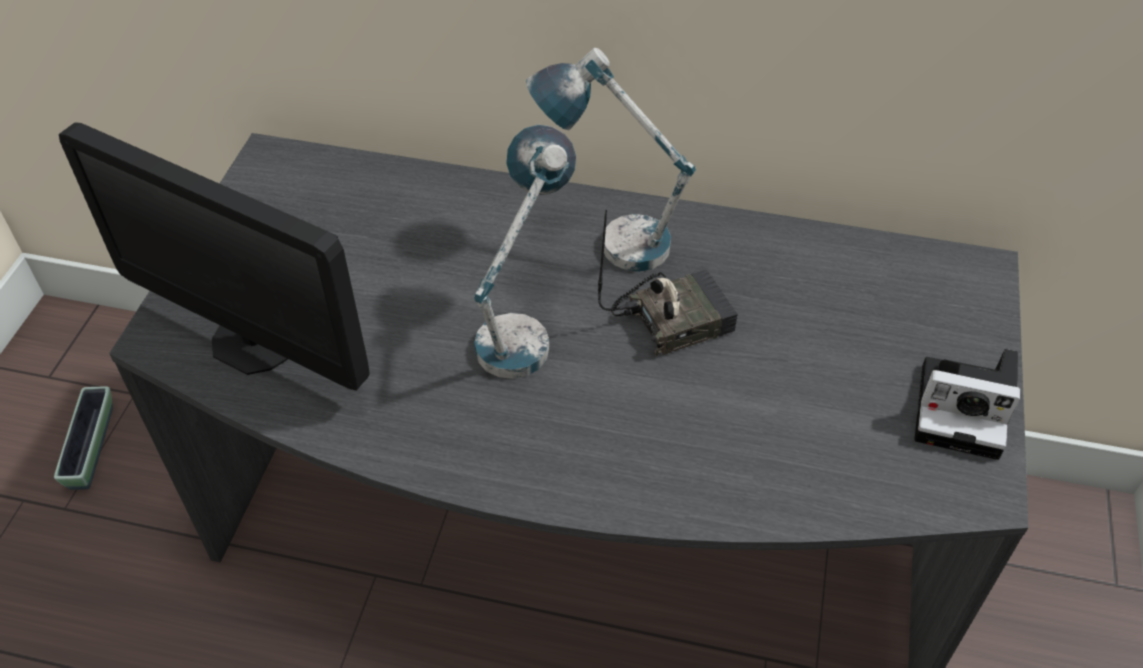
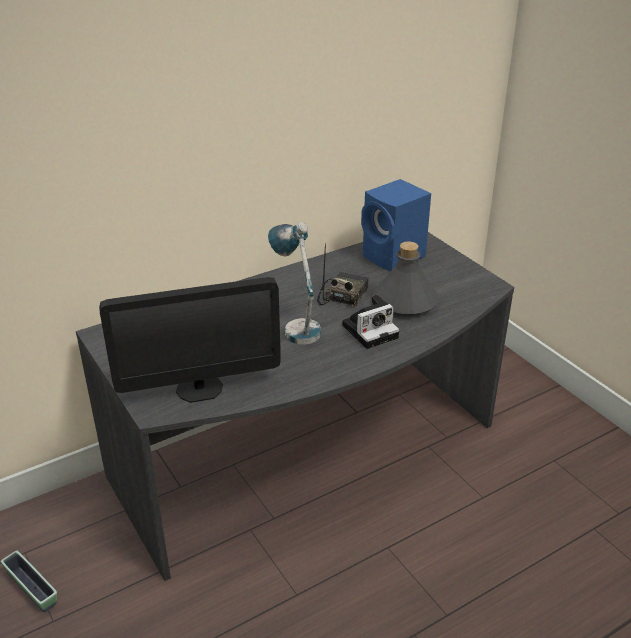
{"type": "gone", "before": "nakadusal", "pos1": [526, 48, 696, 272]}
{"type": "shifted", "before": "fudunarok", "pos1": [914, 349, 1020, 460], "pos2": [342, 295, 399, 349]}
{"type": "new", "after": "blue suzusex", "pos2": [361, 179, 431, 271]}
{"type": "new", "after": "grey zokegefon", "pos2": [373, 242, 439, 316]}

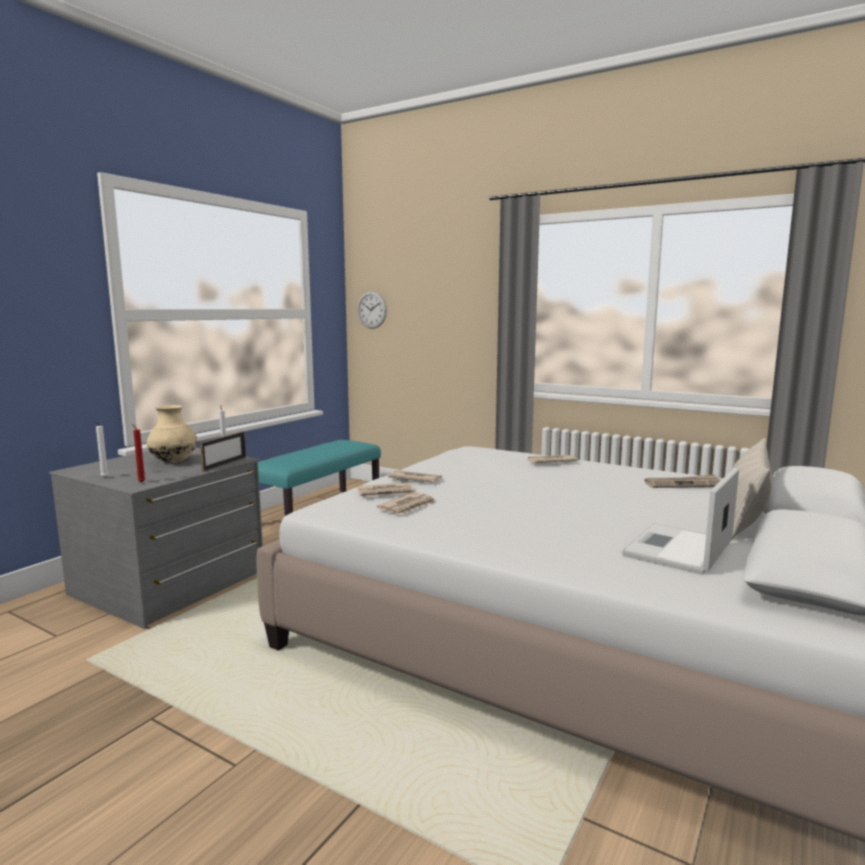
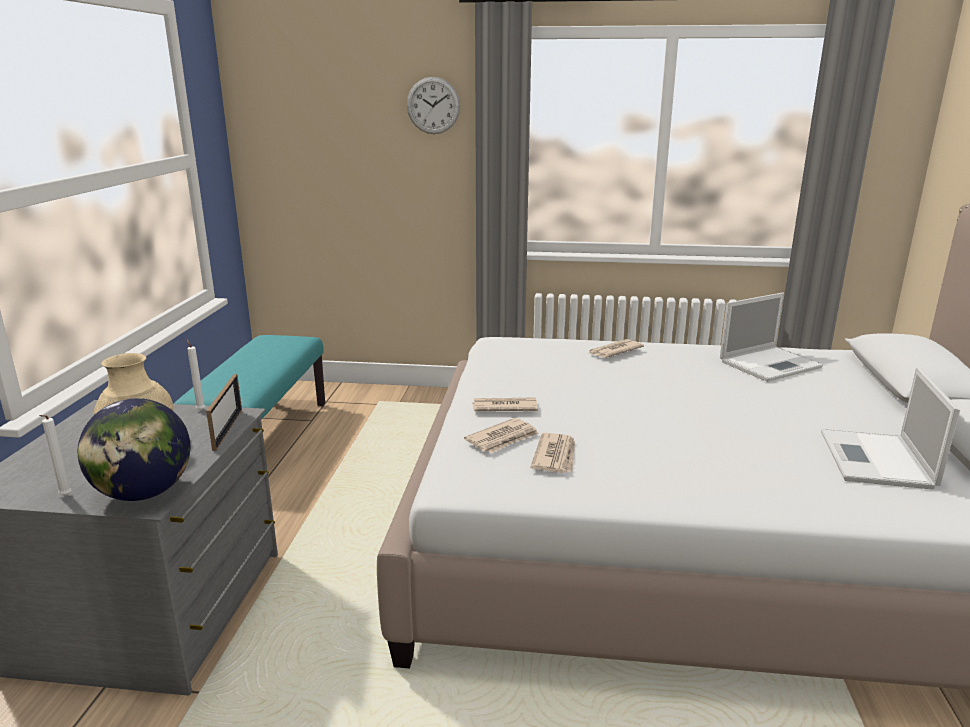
{"type": "shifted", "before": "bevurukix", "pos1": [357, 291, 387, 329], "pos2": [407, 77, 460, 134]}
{"type": "swapped", "before": "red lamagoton", "after": "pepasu", "pos1": [131, 423, 145, 482], "pos2": [78, 398, 190, 501]}
{"type": "gone", "before": "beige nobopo", "pos1": [731, 438, 772, 539]}
{"type": "swapped", "before": "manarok", "after": "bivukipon", "pos1": [644, 474, 721, 488], "pos2": [720, 293, 823, 382]}

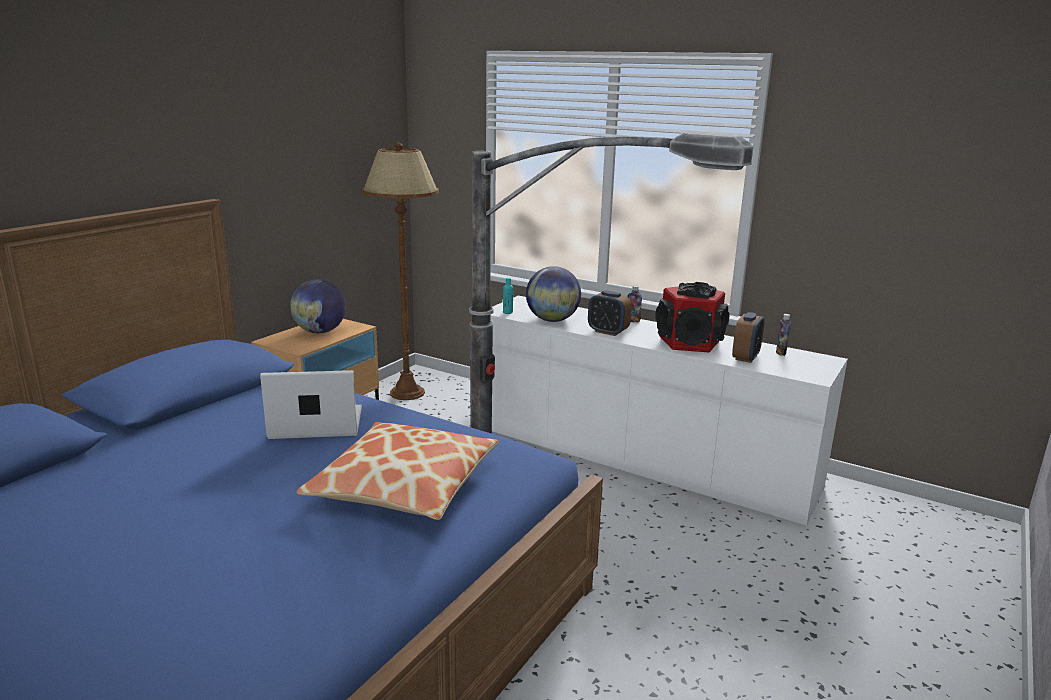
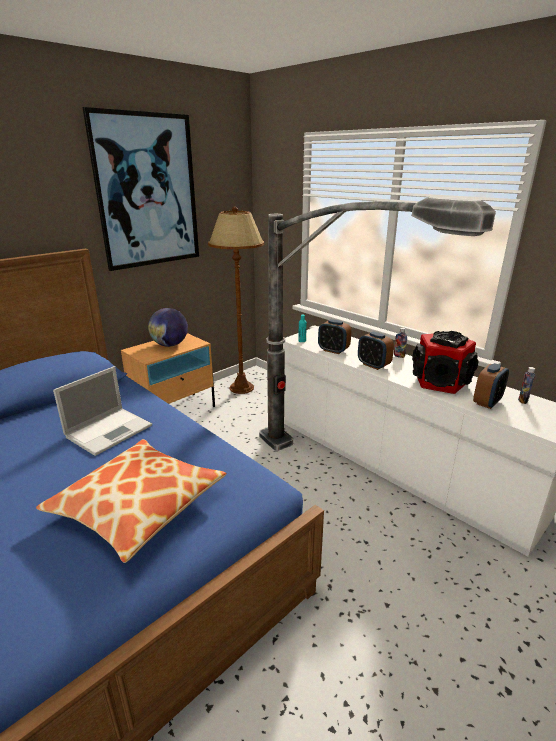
{"type": "swapped", "before": "pepasu", "after": "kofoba", "pos1": [526, 266, 581, 322], "pos2": [318, 319, 351, 354]}
{"type": "rotated", "before": "bivukipon", "pos1": [260, 370, 362, 439], "pos2": [53, 366, 152, 456], "turn": 120}
{"type": "new", "after": "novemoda", "pos2": [83, 107, 199, 271]}

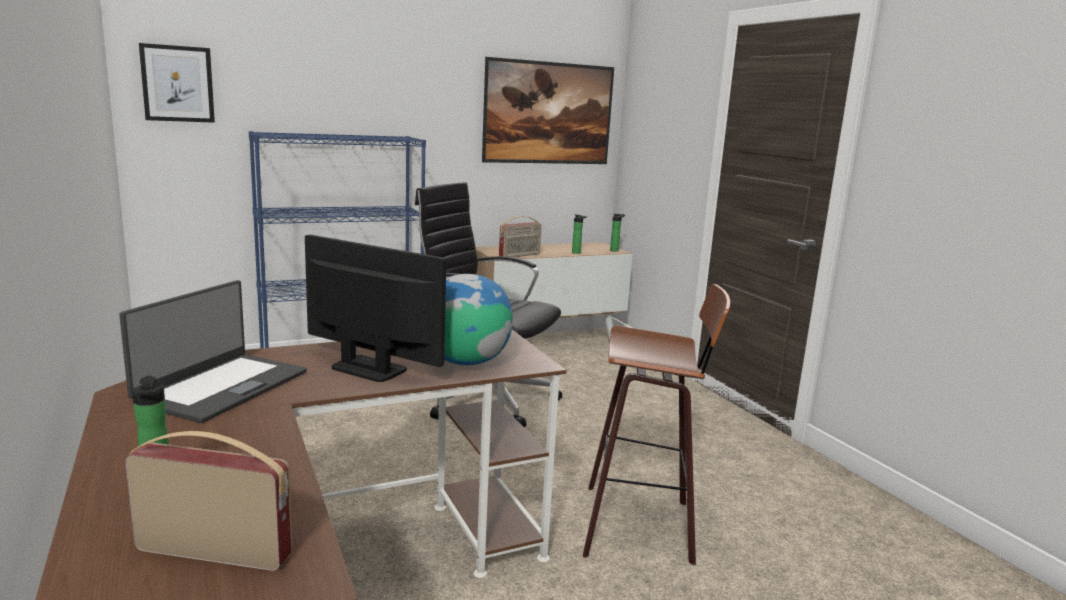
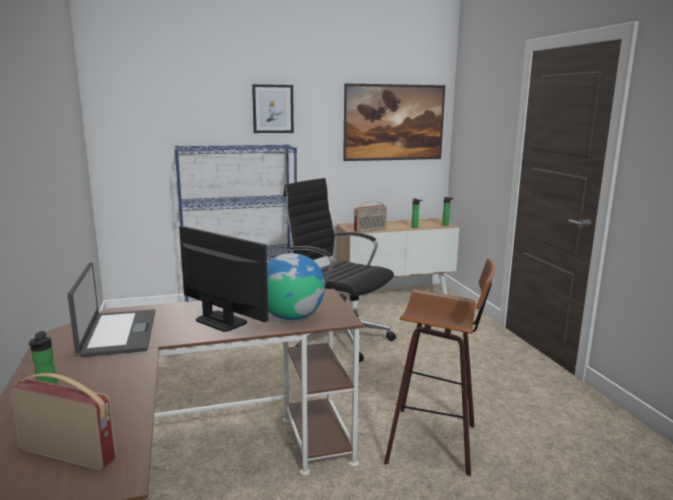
{"type": "shifted", "before": "novemoda", "pos1": [139, 43, 215, 123], "pos2": [252, 84, 294, 133]}
{"type": "rotated", "before": "bivukipon", "pos1": [119, 280, 307, 423], "pos2": [68, 262, 155, 357], "turn": -45}

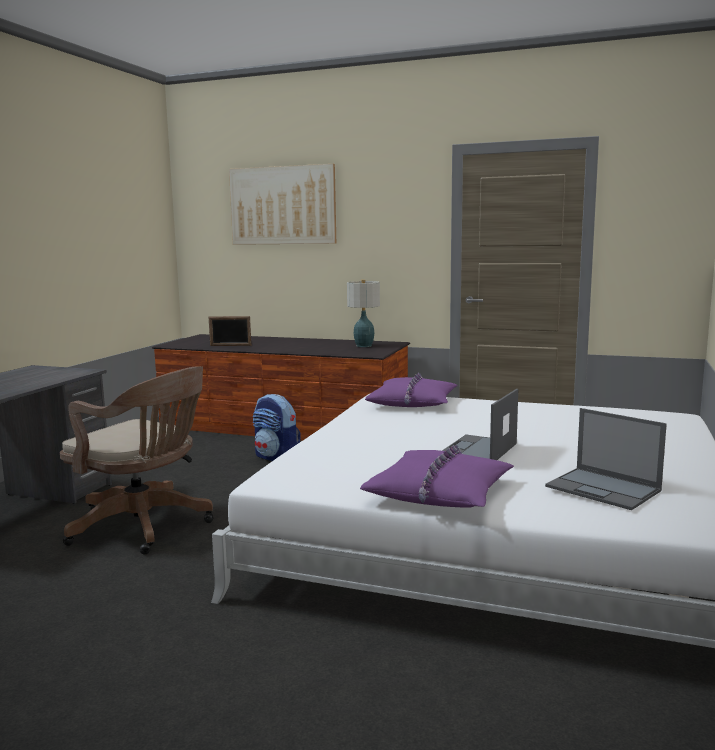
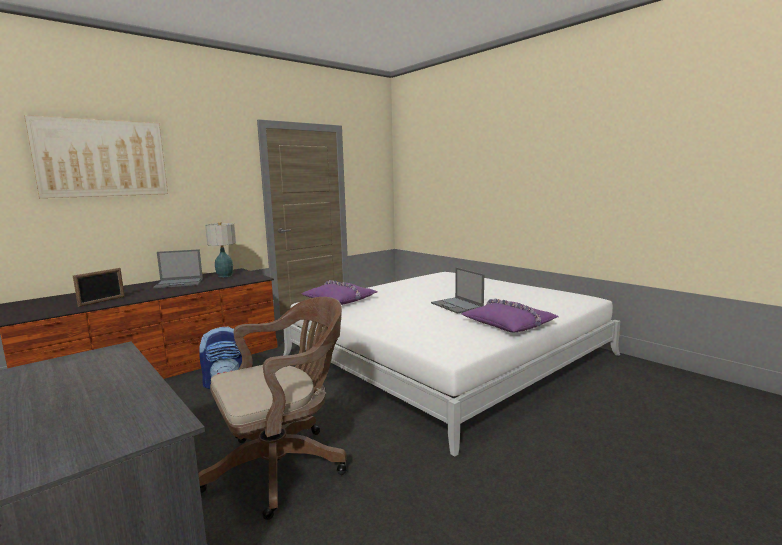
{"type": "shifted", "before": "bivukipon", "pos1": [545, 408, 667, 510], "pos2": [153, 249, 203, 288]}

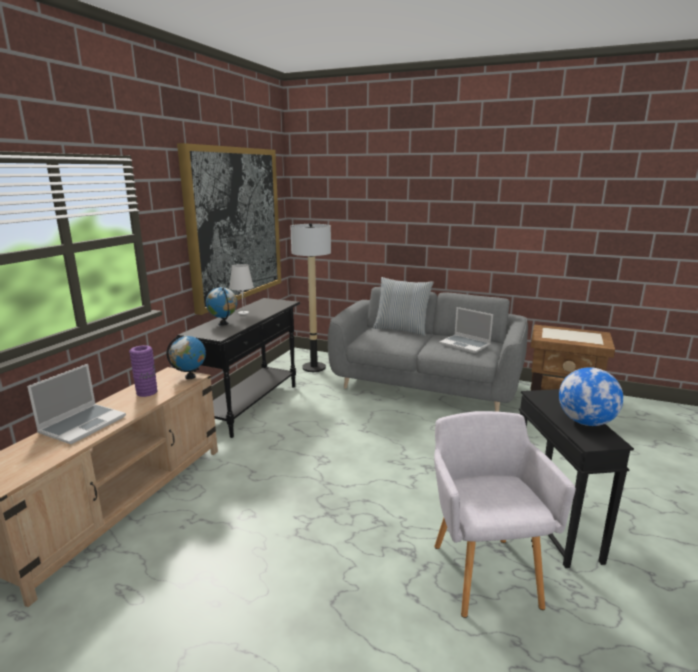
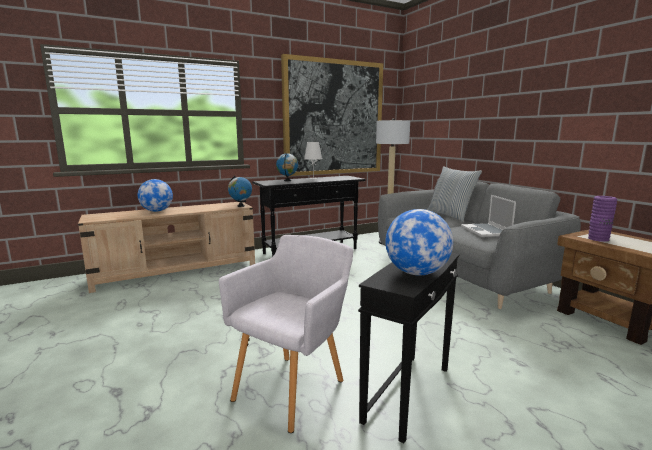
{"type": "shifted", "before": "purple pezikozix", "pos1": [129, 345, 157, 397], "pos2": [588, 196, 618, 242]}
{"type": "swapped", "before": "bivukipon", "after": "pepasu", "pos1": [27, 364, 126, 444], "pos2": [138, 179, 173, 212]}

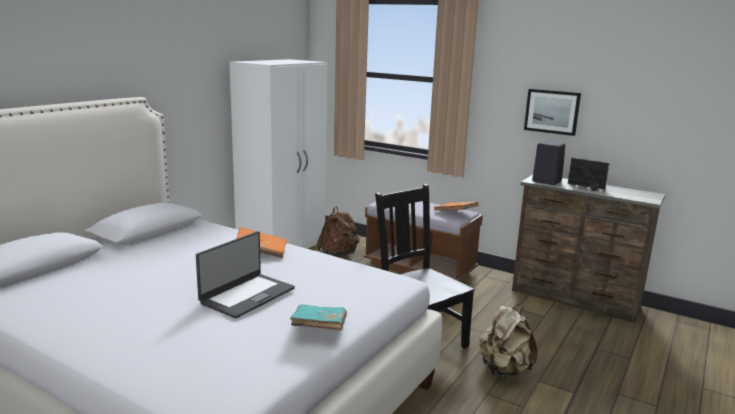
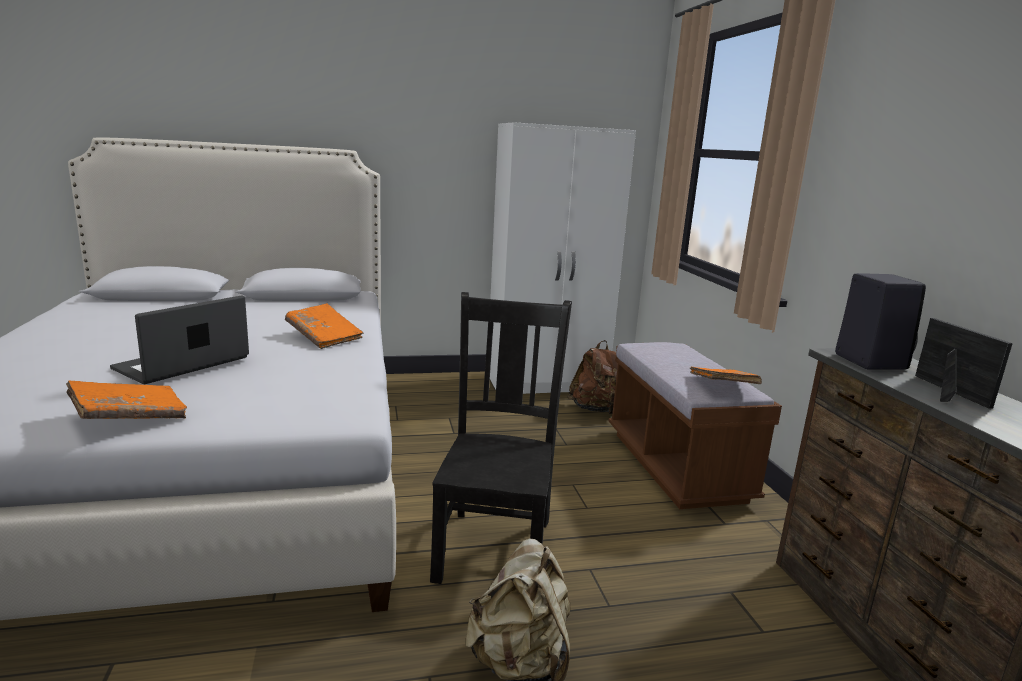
{"type": "gone", "before": "novemoda", "pos1": [524, 89, 581, 136]}
{"type": "rotated", "before": "bivukipon", "pos1": [196, 231, 295, 319], "pos2": [110, 295, 249, 384], "turn": 135}
{"type": "repainted", "before": "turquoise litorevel", "after": "orange litorevel", "pos1": [290, 304, 347, 330], "pos2": [66, 381, 187, 419]}

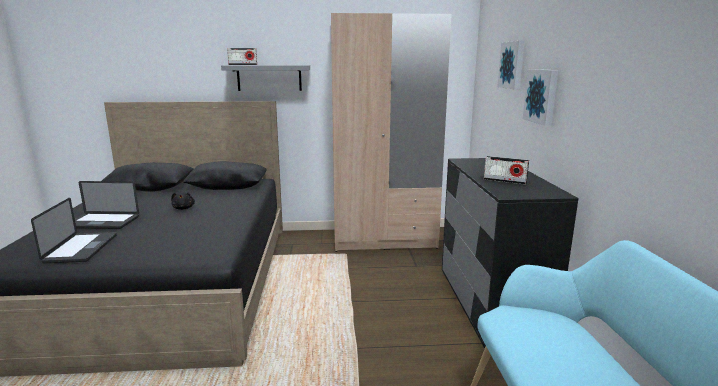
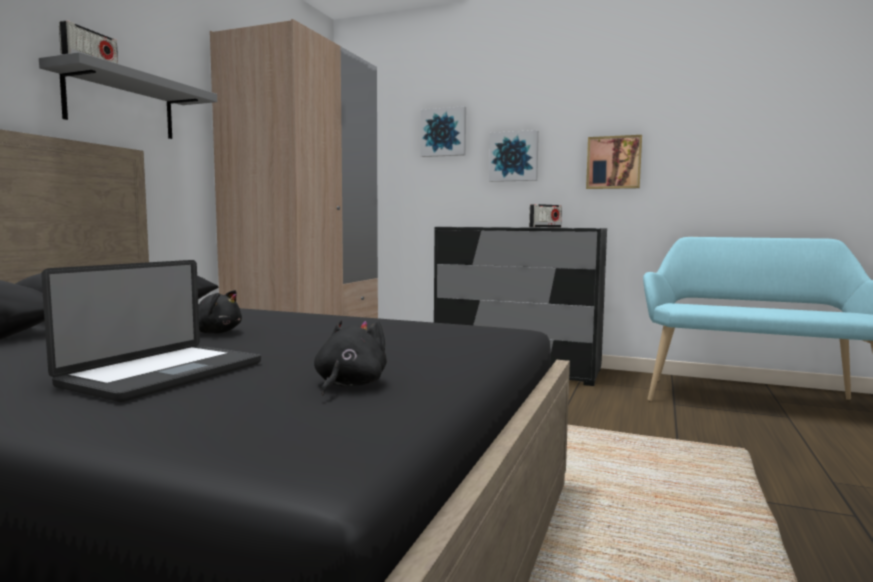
{"type": "swapped", "before": "bivukipon", "after": "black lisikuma", "pos1": [31, 198, 117, 263], "pos2": [314, 320, 387, 395]}
{"type": "new", "after": "novemoda", "pos2": [586, 135, 642, 189]}

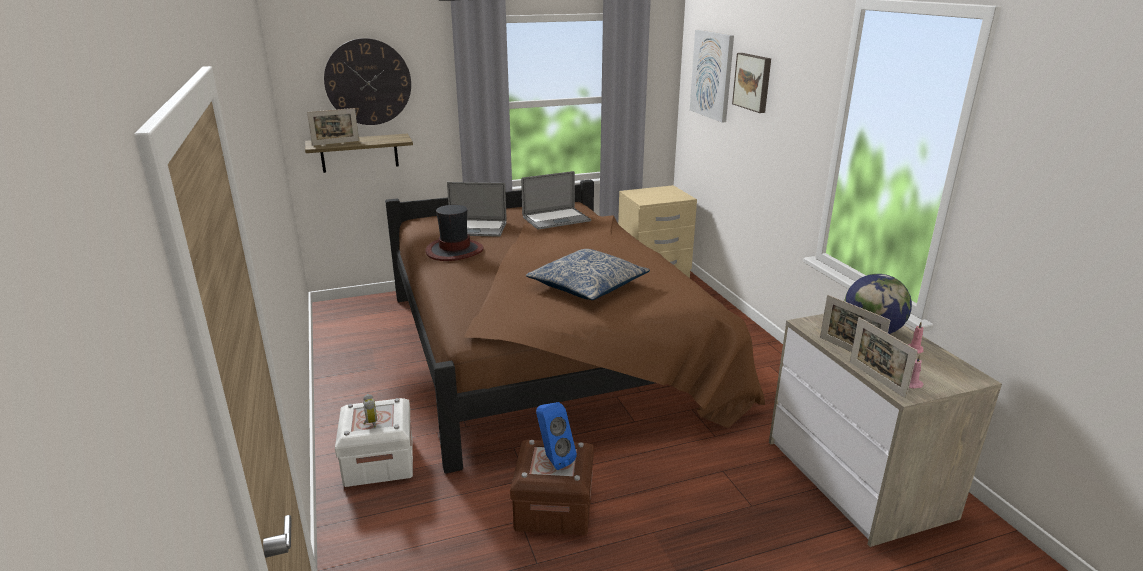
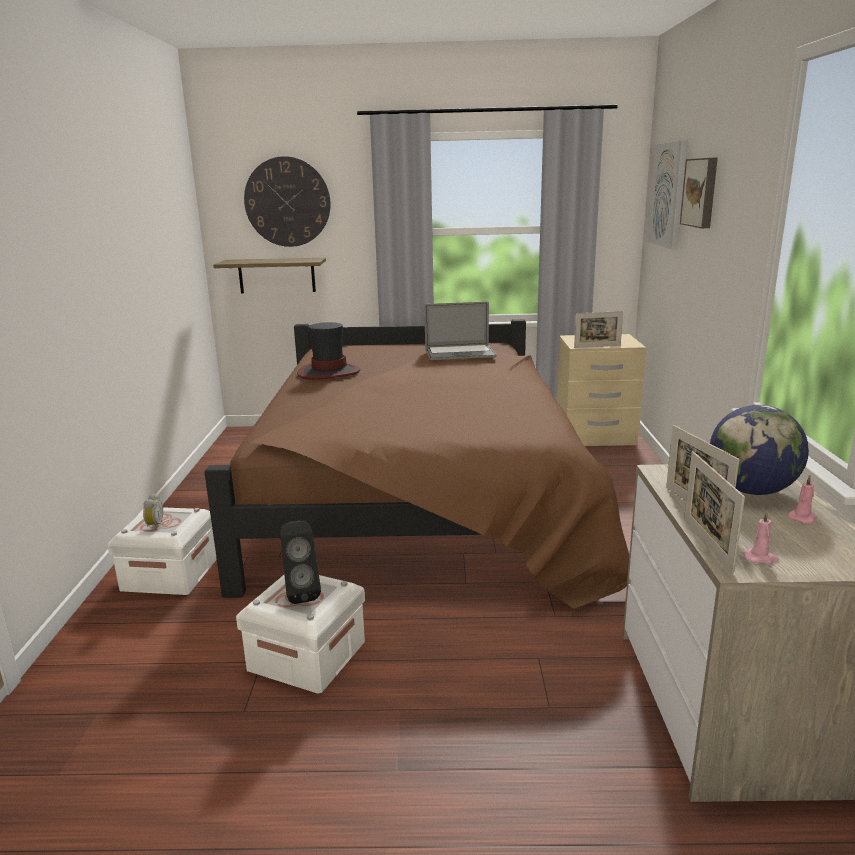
{"type": "shifted", "before": "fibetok", "pos1": [307, 108, 359, 146], "pos2": [574, 311, 623, 348]}
{"type": "gone", "before": "bivukipon", "pos1": [447, 182, 507, 237]}
{"type": "gone", "before": "nobopo", "pos1": [526, 249, 650, 300]}
{"type": "repainted", "before": "blue suzusex", "after": "black suzusex", "pos1": [536, 402, 577, 470], "pos2": [280, 521, 321, 604]}
{"type": "repainted", "before": "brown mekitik", "after": "white mekitik", "pos1": [510, 440, 594, 535], "pos2": [236, 575, 365, 694]}

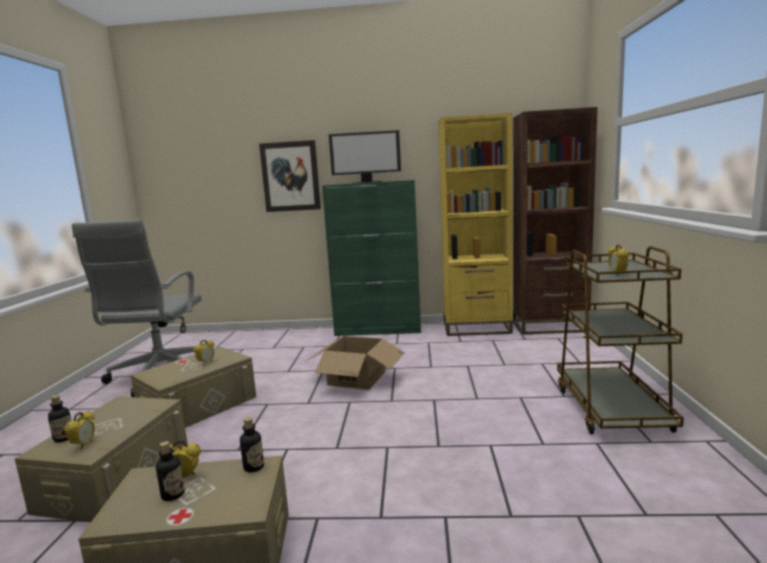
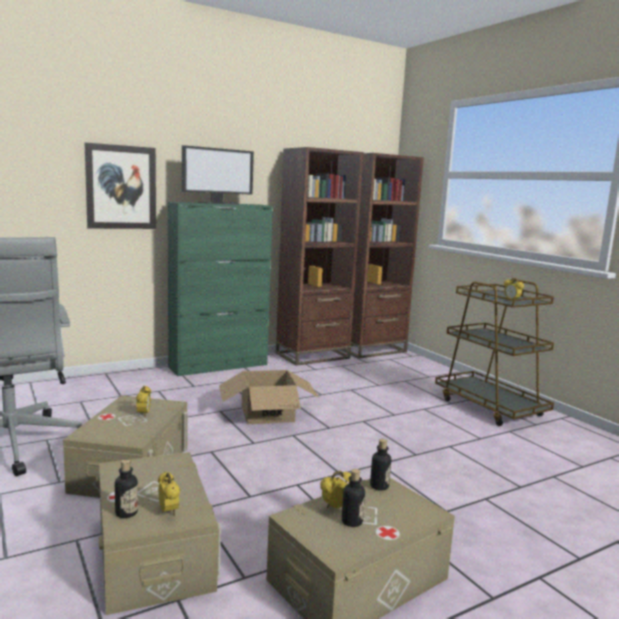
{"type": "repainted", "before": "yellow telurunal", "after": "brown telurunal", "pos1": [438, 113, 513, 336], "pos2": [276, 147, 364, 366]}

